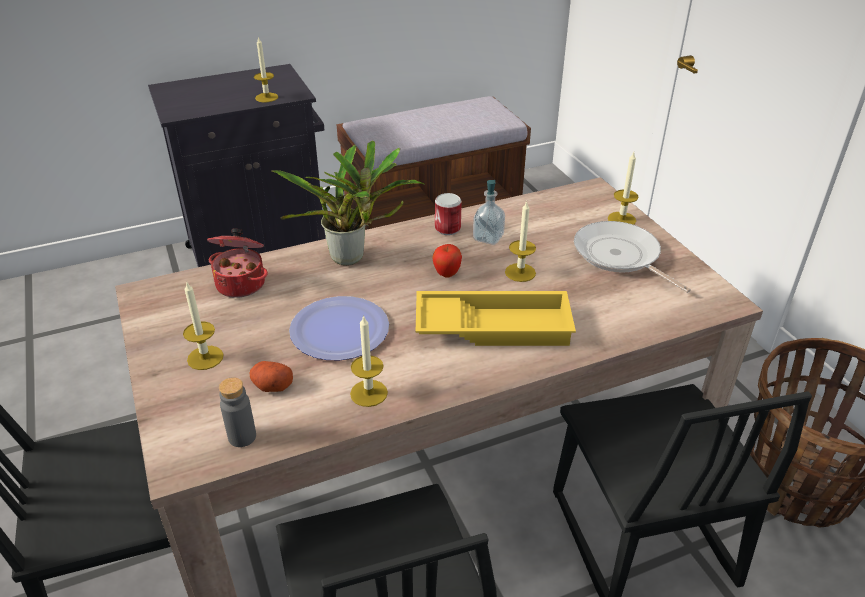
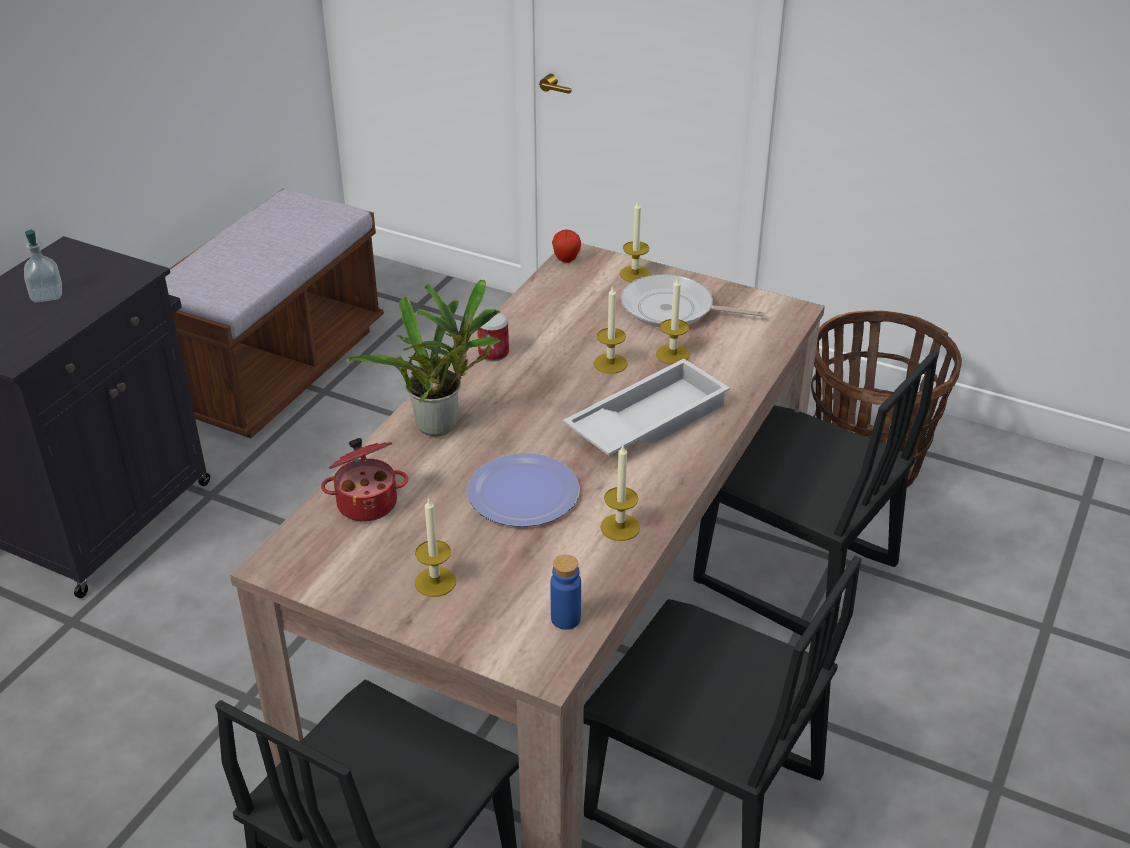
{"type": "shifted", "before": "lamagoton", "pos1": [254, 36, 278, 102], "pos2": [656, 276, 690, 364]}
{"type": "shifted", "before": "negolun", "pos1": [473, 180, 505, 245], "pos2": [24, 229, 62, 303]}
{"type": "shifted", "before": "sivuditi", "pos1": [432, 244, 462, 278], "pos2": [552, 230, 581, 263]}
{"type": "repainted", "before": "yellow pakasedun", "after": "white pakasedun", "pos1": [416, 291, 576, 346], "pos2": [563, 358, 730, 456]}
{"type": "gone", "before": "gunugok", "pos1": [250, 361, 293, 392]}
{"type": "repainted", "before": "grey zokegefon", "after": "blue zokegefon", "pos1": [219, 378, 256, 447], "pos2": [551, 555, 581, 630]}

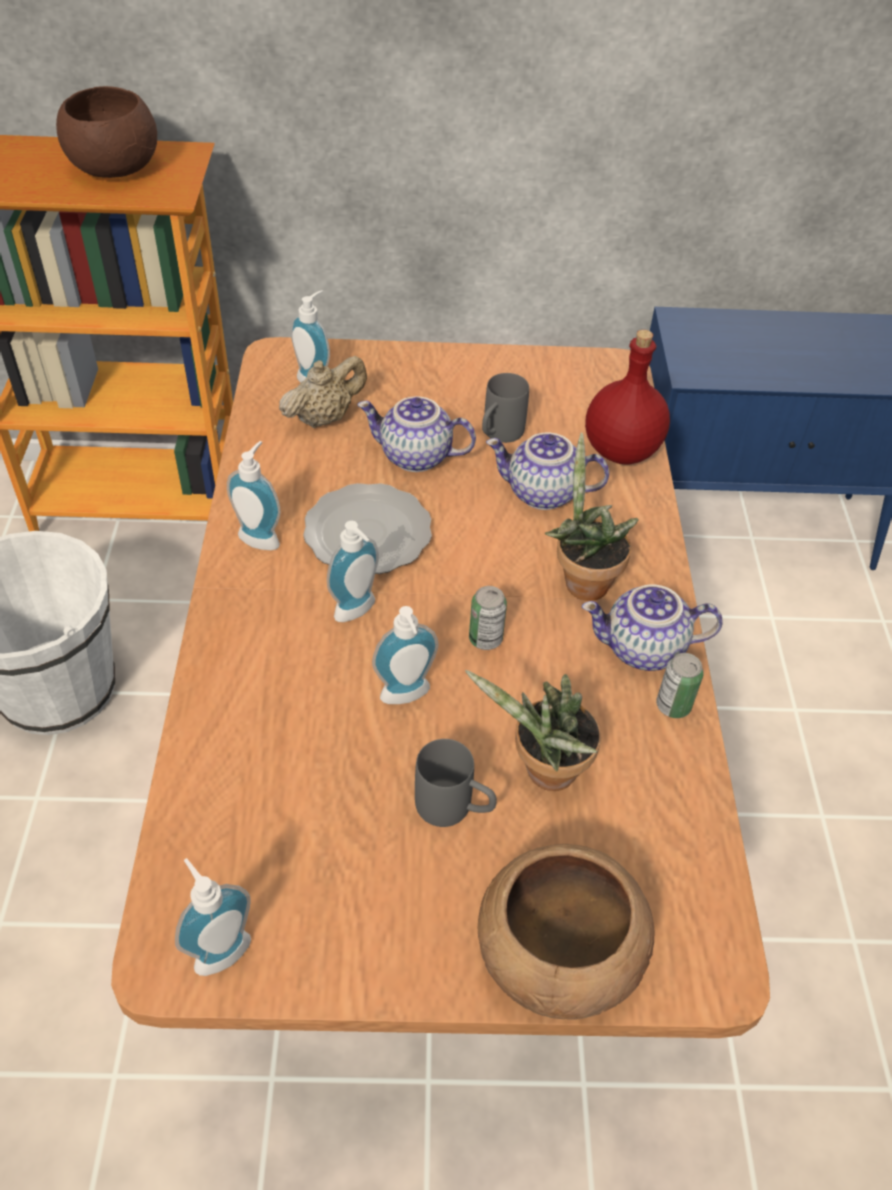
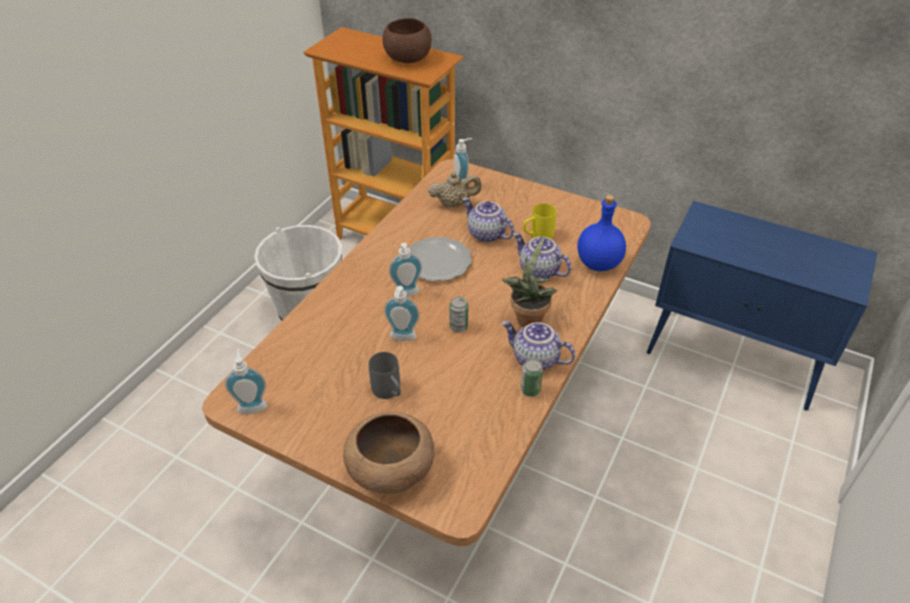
{"type": "repainted", "before": "red zokegefon", "after": "blue zokegefon", "pos1": [585, 330, 670, 464], "pos2": [578, 195, 626, 271]}
{"type": "repainted", "before": "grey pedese", "after": "yellow pedese", "pos1": [482, 373, 529, 443], "pos2": [523, 203, 557, 239]}
{"type": "gone", "before": "negolun", "pos1": [227, 441, 281, 550]}
{"type": "gone", "before": "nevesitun", "pos1": [465, 670, 601, 791]}

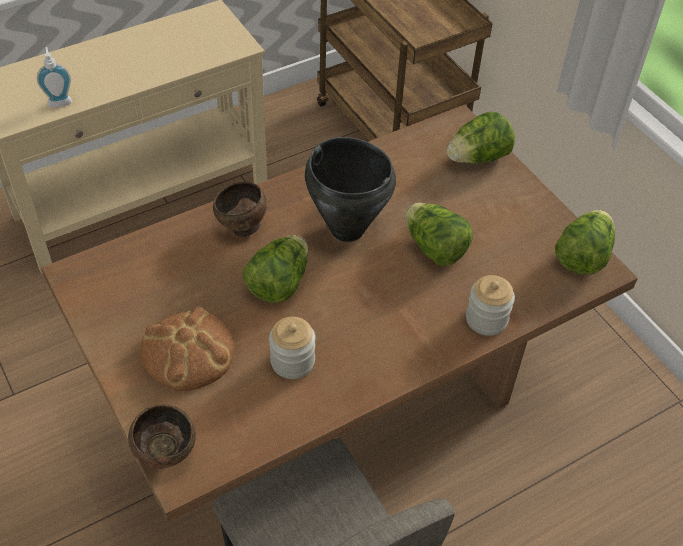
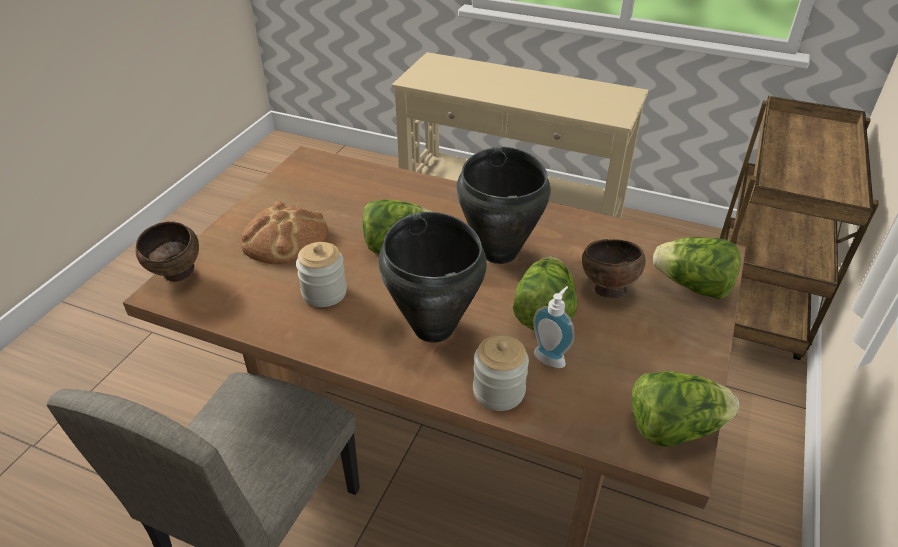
{"type": "shifted", "before": "negolun", "pos1": [37, 47, 73, 108], "pos2": [533, 286, 575, 368]}
{"type": "shifted", "before": "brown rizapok", "pos1": [213, 181, 267, 237], "pos2": [582, 239, 646, 298]}
{"type": "new", "after": "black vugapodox", "pos2": [378, 212, 487, 343]}

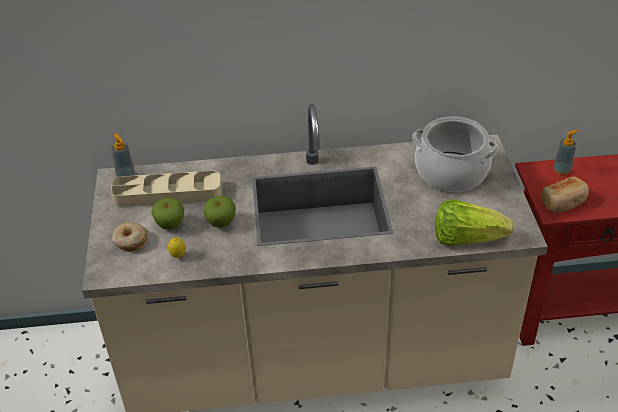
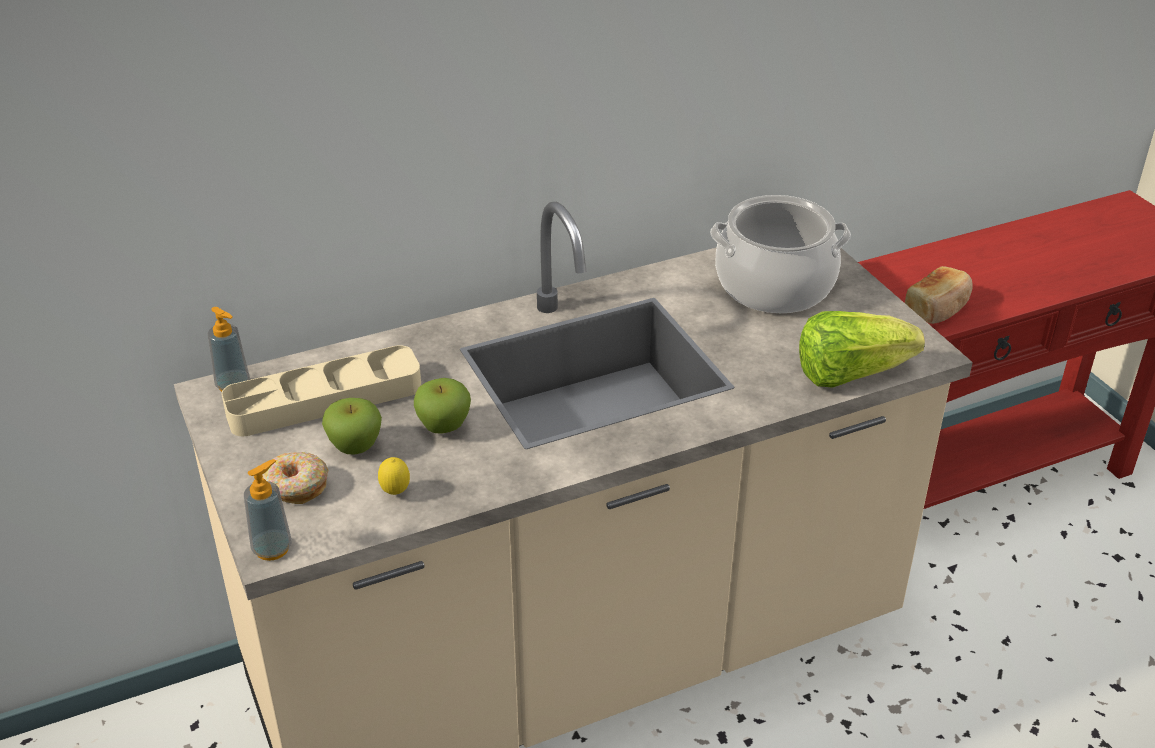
{"type": "shifted", "before": "negolun", "pos1": [553, 129, 579, 175], "pos2": [244, 459, 292, 561]}

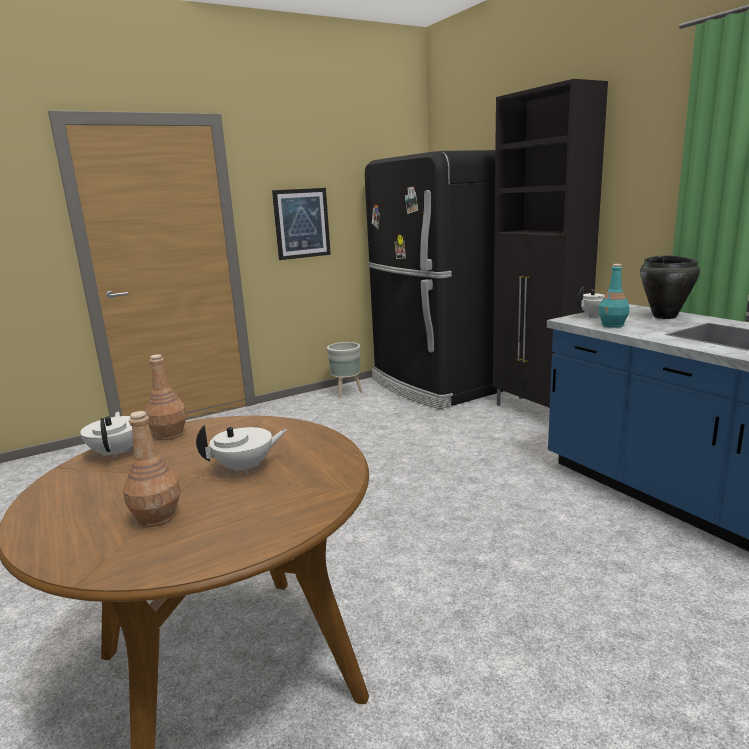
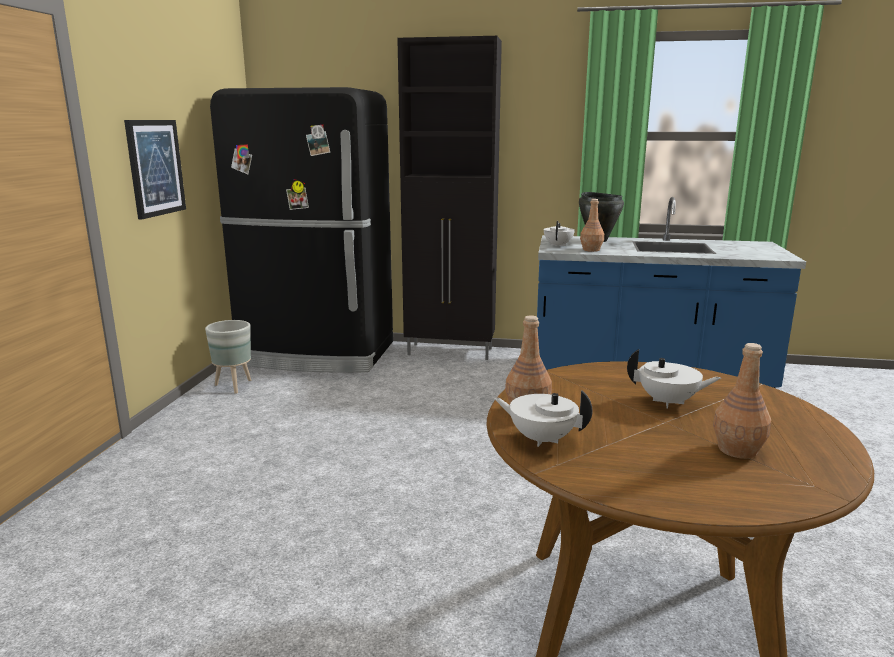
{"type": "repainted", "before": "turquoise zokegefon", "after": "brown zokegefon", "pos1": [598, 264, 629, 327], "pos2": [580, 199, 604, 252]}
{"type": "rotated", "before": "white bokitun", "pos1": [196, 425, 287, 475], "pos2": [627, 349, 721, 409], "turn": 90}

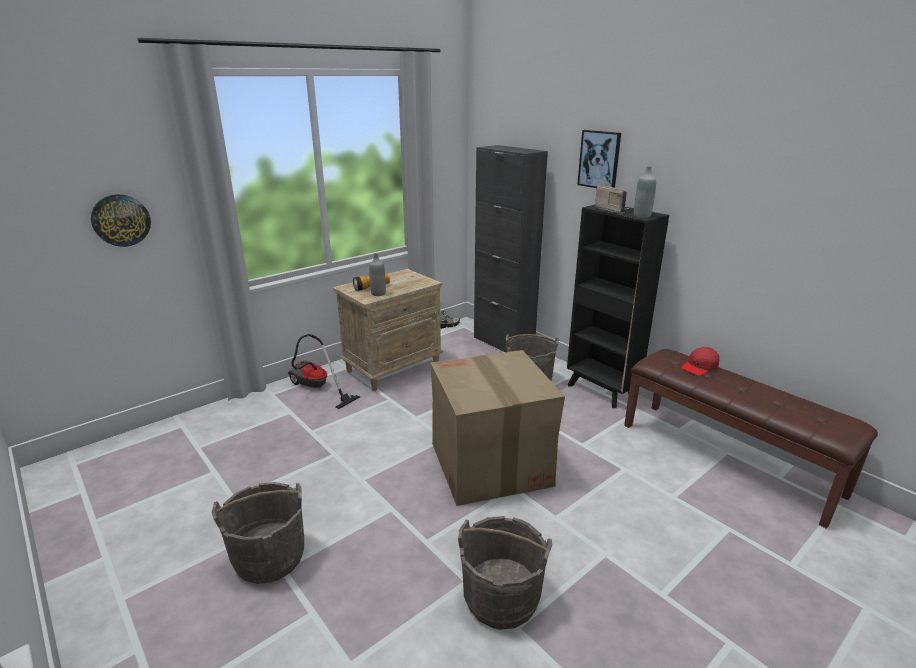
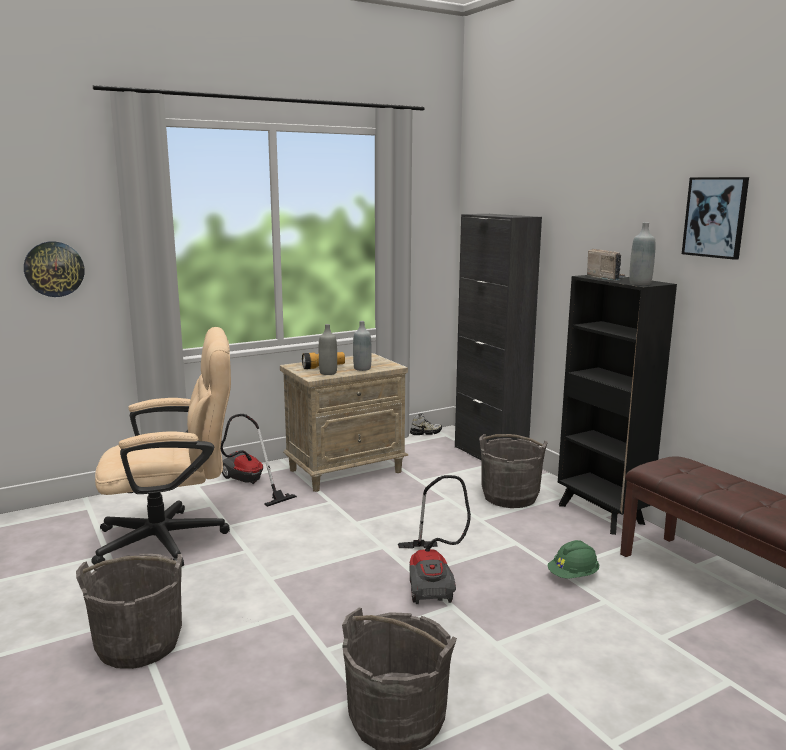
{"type": "shifted", "before": "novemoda", "pos1": [577, 130, 621, 188], "pos2": [682, 177, 749, 260]}
{"type": "gone", "before": "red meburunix", "pos1": [681, 347, 719, 376]}
{"type": "swapped", "before": "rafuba", "after": "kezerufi", "pos1": [431, 350, 565, 506], "pos2": [398, 475, 471, 604]}
{"type": "new", "after": "grey zokegefon", "pos2": [353, 321, 372, 371]}
{"type": "new", "after": "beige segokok", "pos2": [91, 327, 231, 566]}
{"type": "new", "after": "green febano", "pos2": [548, 540, 599, 579]}

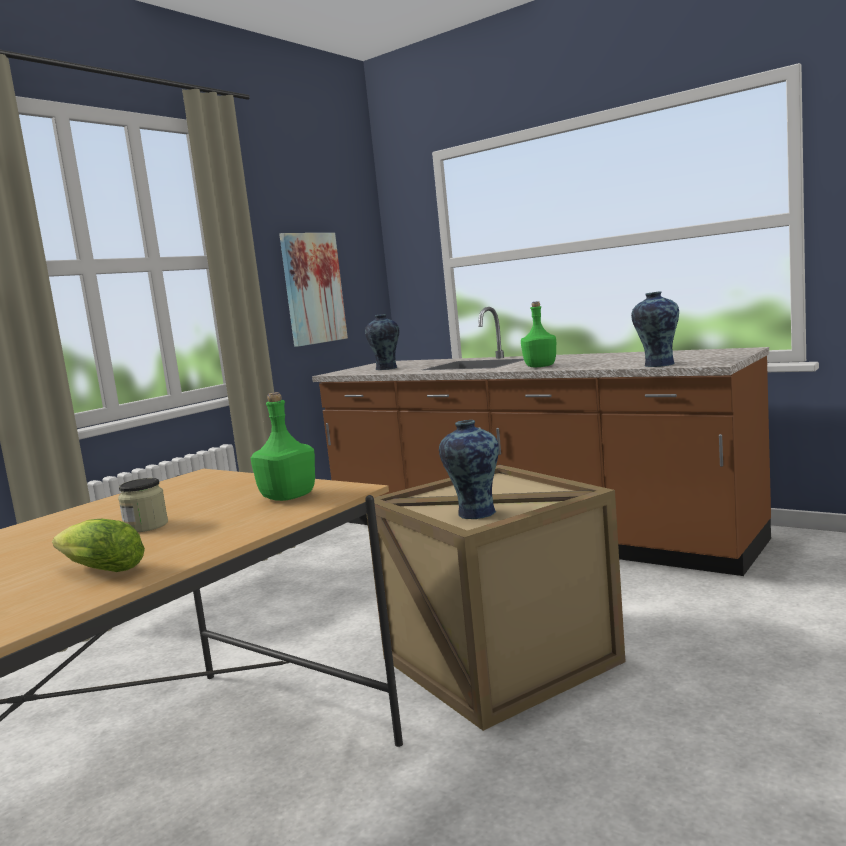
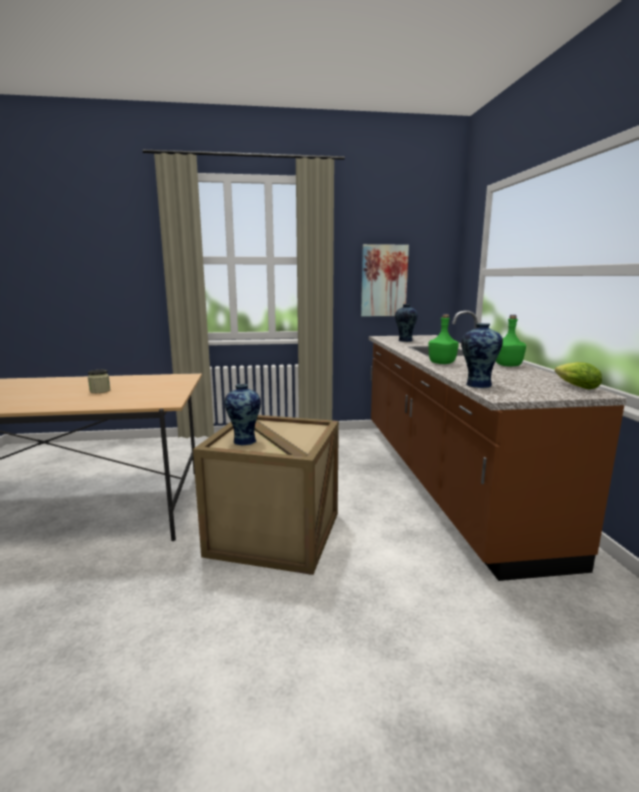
{"type": "shifted", "before": "green zokegefon", "pos1": [251, 392, 315, 501], "pos2": [496, 315, 526, 366]}
{"type": "shifted", "before": "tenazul", "pos1": [52, 519, 145, 572], "pos2": [555, 362, 602, 390]}

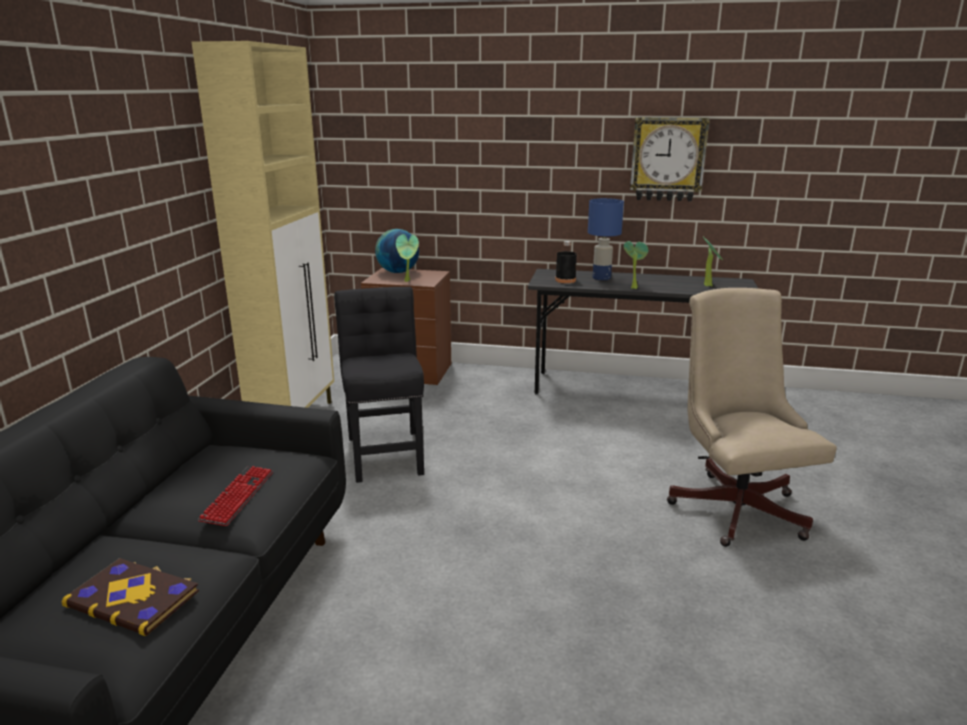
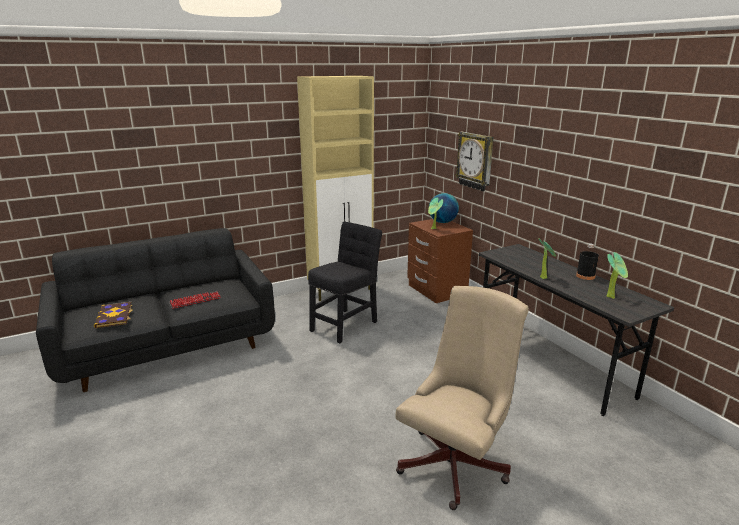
{"type": "shifted", "before": "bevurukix", "pos1": [630, 117, 710, 201], "pos2": [455, 132, 494, 191]}
{"type": "gone", "before": "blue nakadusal", "pos1": [588, 198, 624, 280]}
{"type": "shifted", "before": "black zokegefon", "pos1": [555, 241, 577, 283], "pos2": [576, 244, 599, 280]}

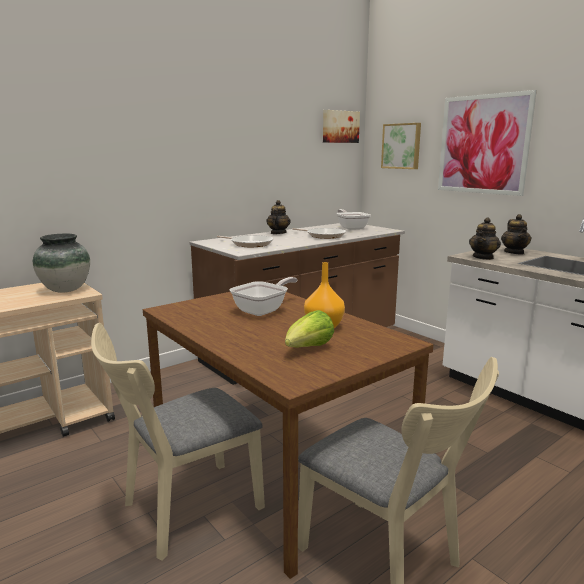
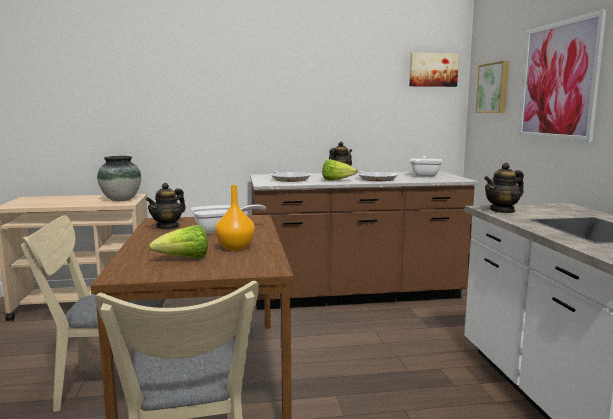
{"type": "shifted", "before": "bokitun", "pos1": [501, 214, 532, 255], "pos2": [146, 183, 186, 230]}
{"type": "new", "after": "tenazul", "pos2": [322, 159, 358, 181]}

